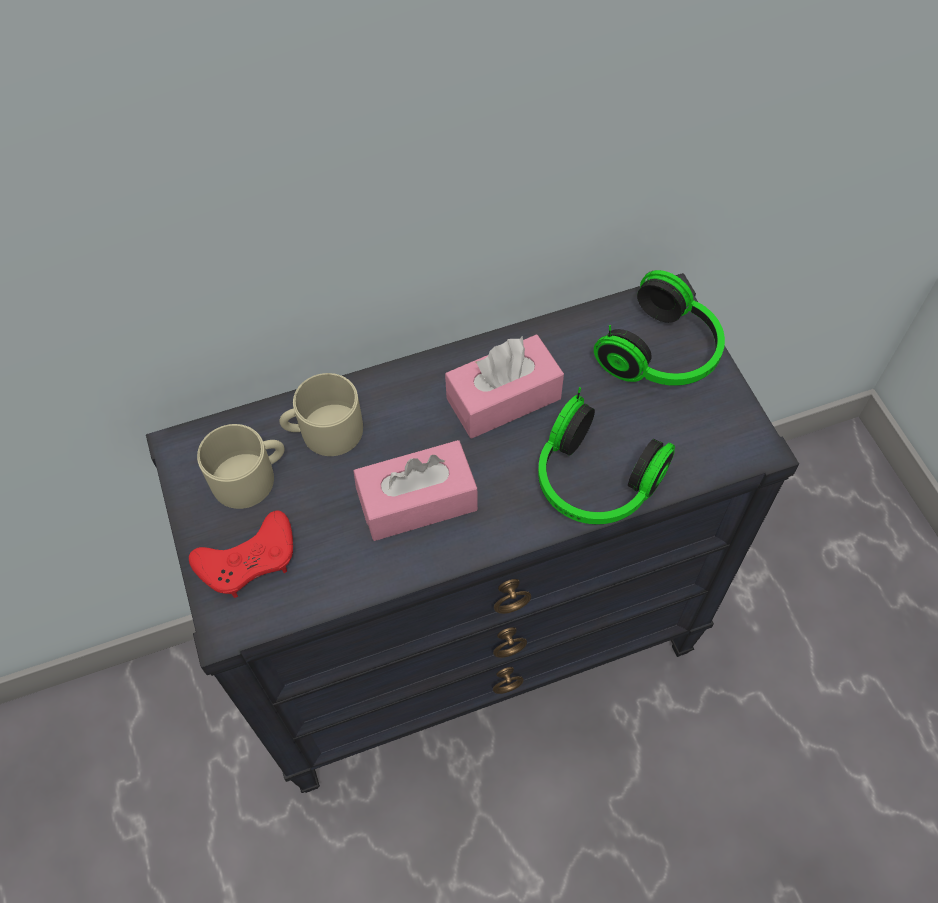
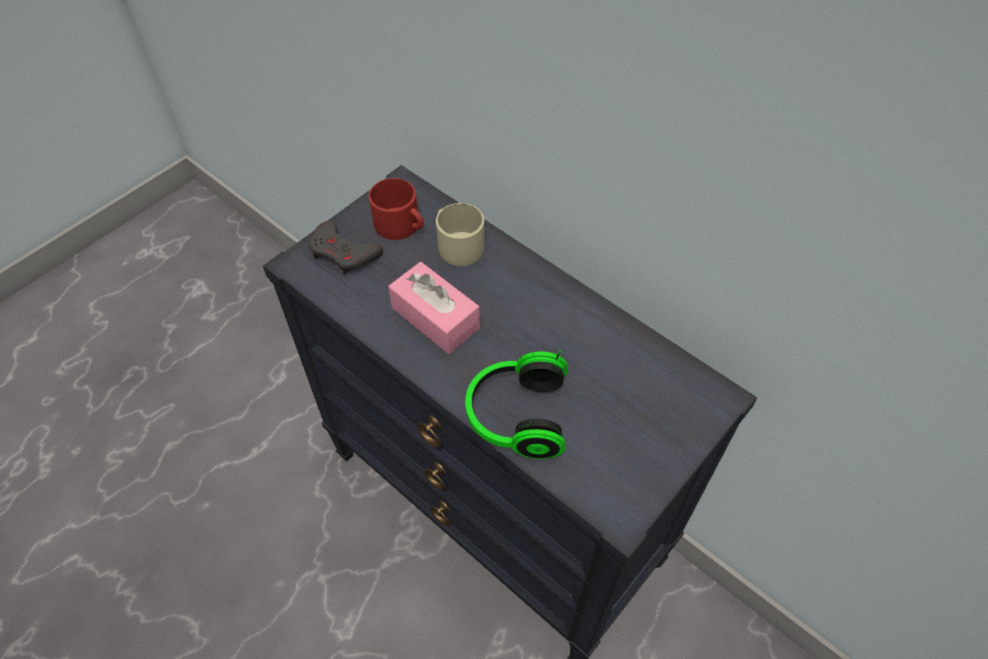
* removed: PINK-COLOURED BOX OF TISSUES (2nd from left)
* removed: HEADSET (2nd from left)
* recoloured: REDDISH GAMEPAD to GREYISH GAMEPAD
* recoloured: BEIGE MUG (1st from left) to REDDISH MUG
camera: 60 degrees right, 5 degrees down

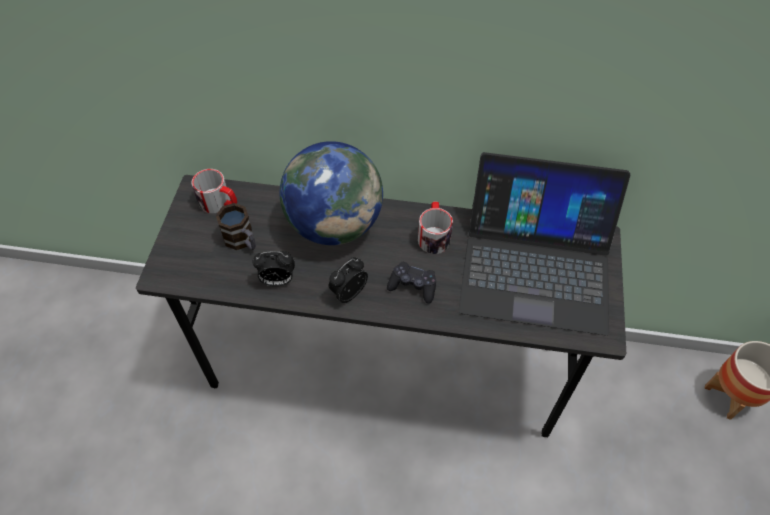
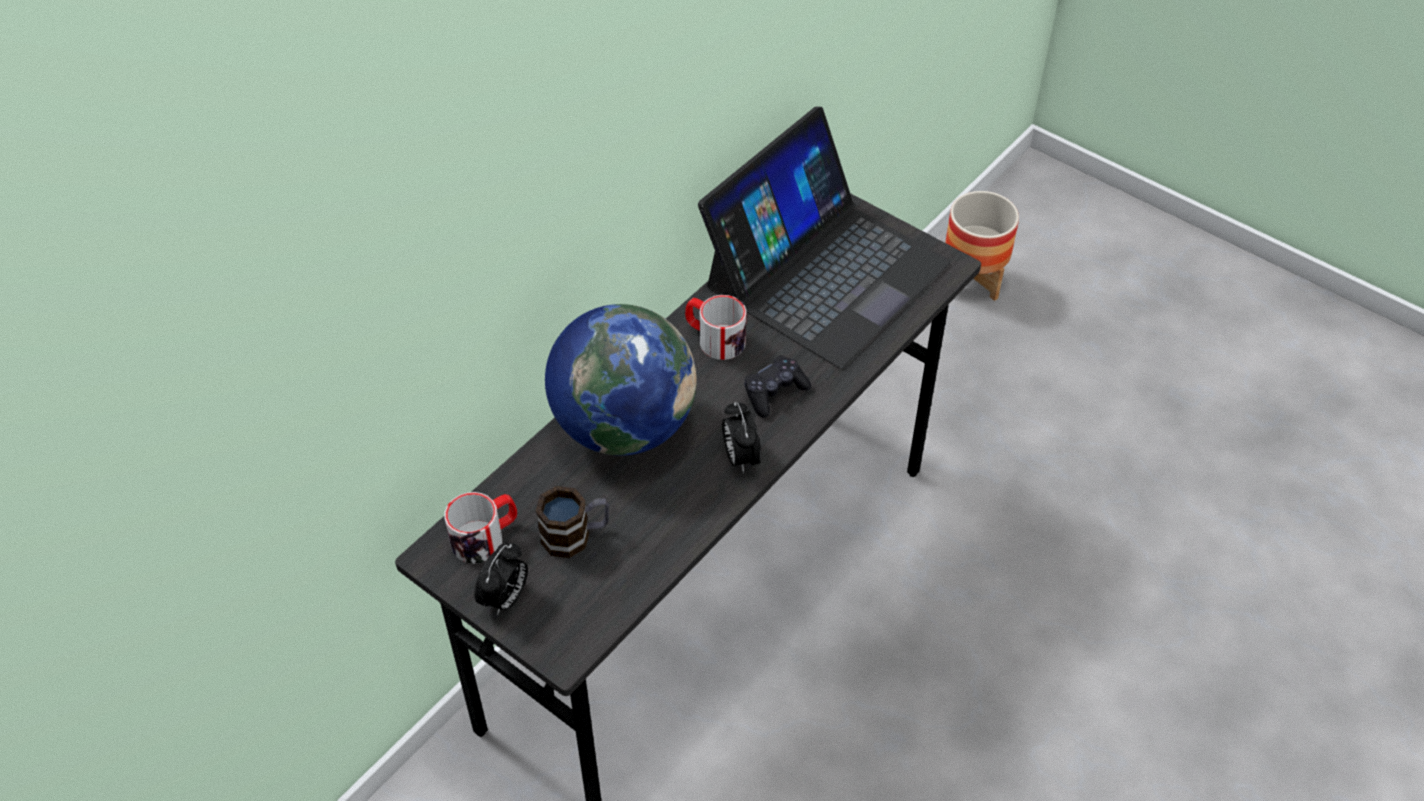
* moved: ALARM CLOCK (1st from left)
camera: 60 degrees left, 5 degrees down

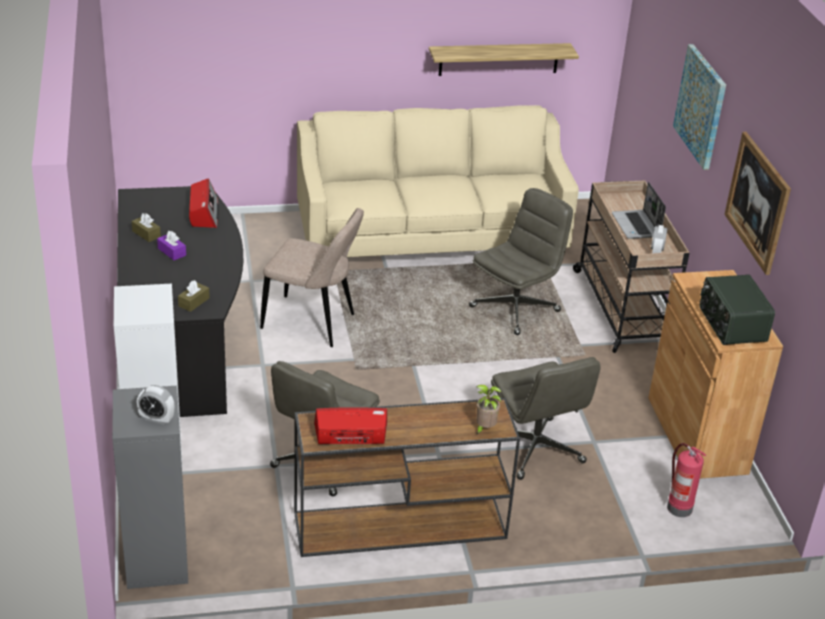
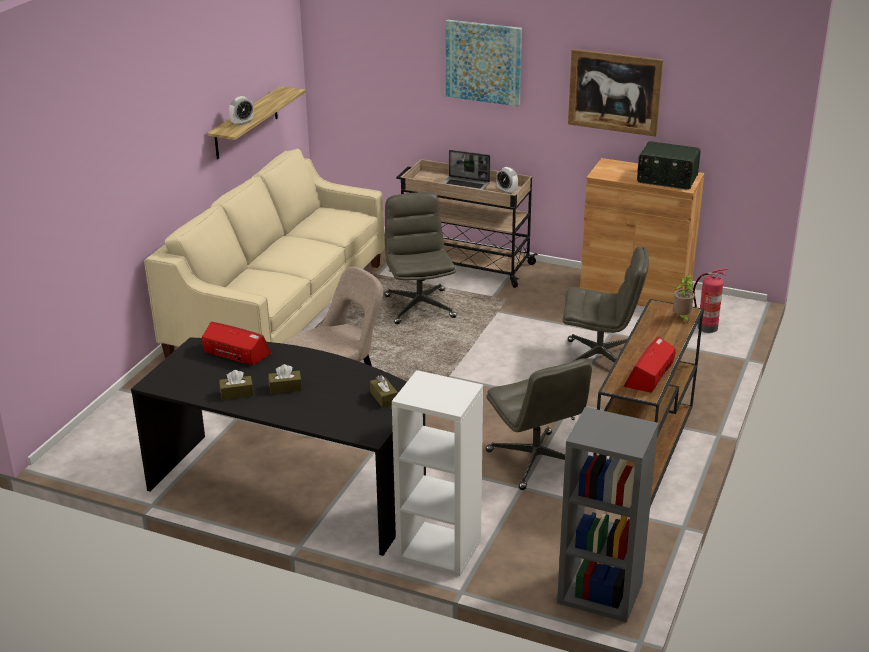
* moved: ALARM CLOCK (1st from left)
* recoloured: PURPLE BOX OF TISSUES to BROWNISH BOX OF TISSUES (2nd from left)
camera: 55 degrees left, 5 degrees down

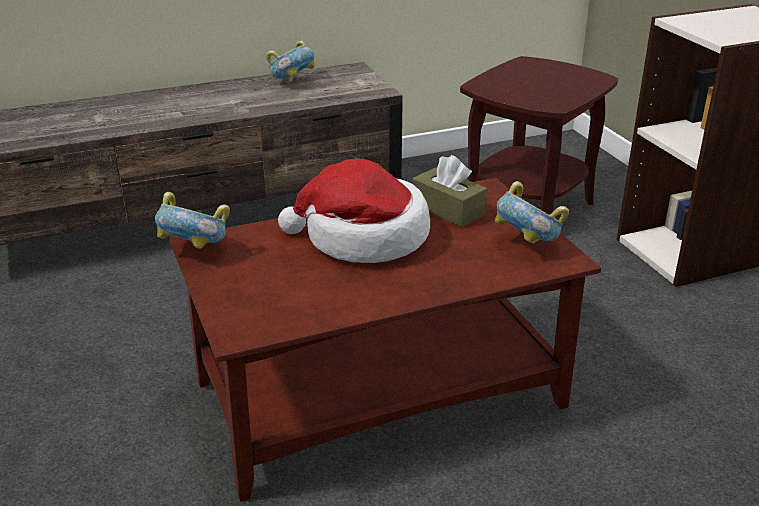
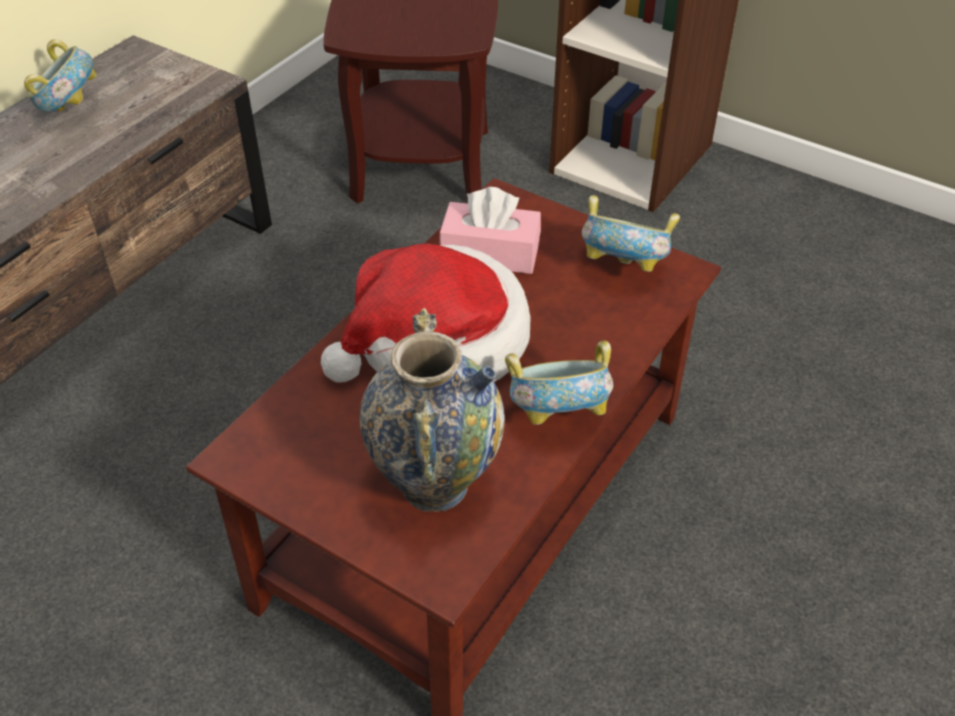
* added: DECORATIVE VASE
* moved: SERVING BOWL (1st from left in the first image) to SERVING BOWL (2nd from left)
* recoloured: BROWNISH BOX OF TISSUES to PINK-COLOURED BOX OF TISSUES
camera: 35 degrees left, 15 degrees up

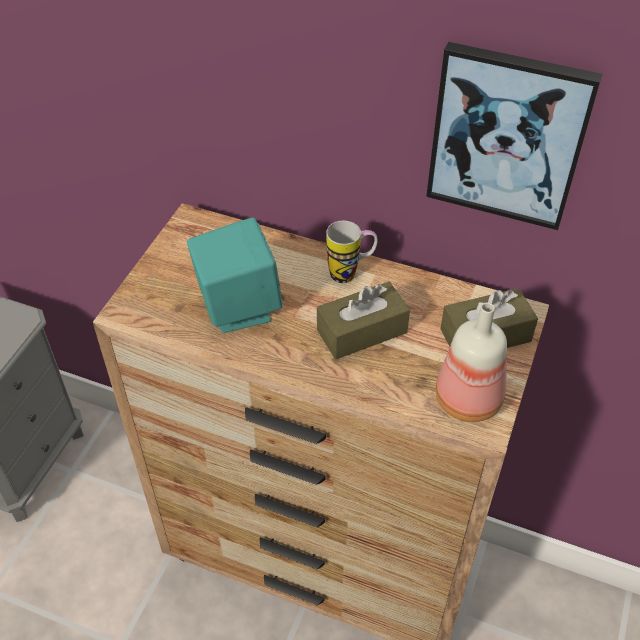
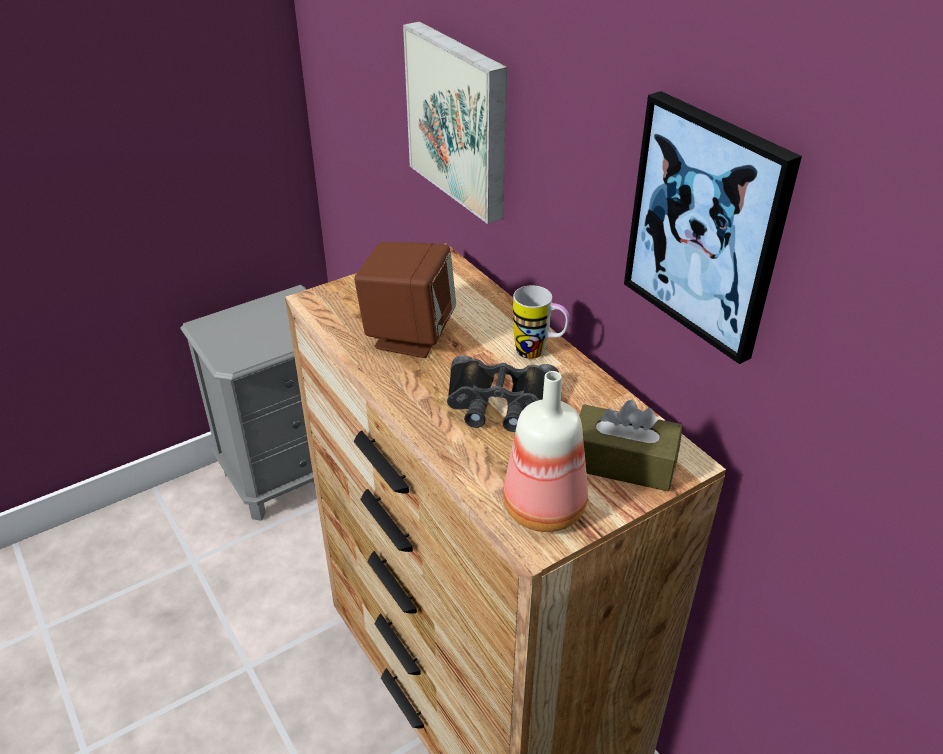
* added: WALL ART (1st from left)
* replaced: BROWNISH BOX OF TISSUES (1st from left) to BLACK-COLOURED BINOCULARS
* recoloured: TURQUOISE LOUDSPEAKER to BROWNISH LOUDSPEAKER
camera: 35 degrees right, 10 degrees down

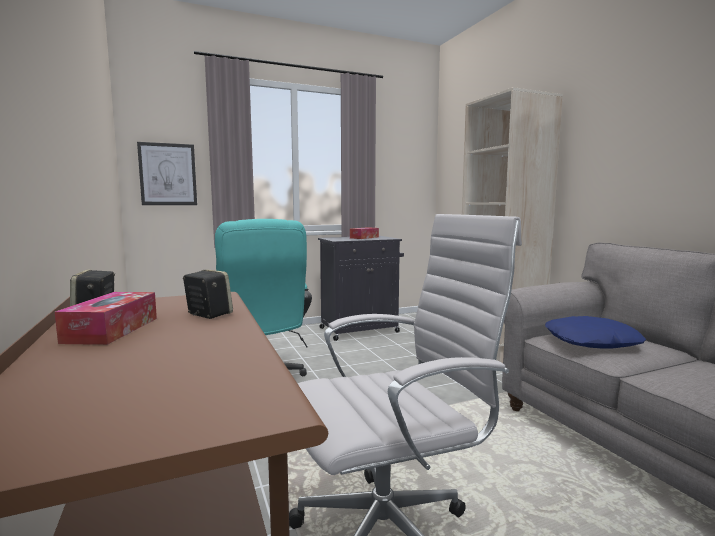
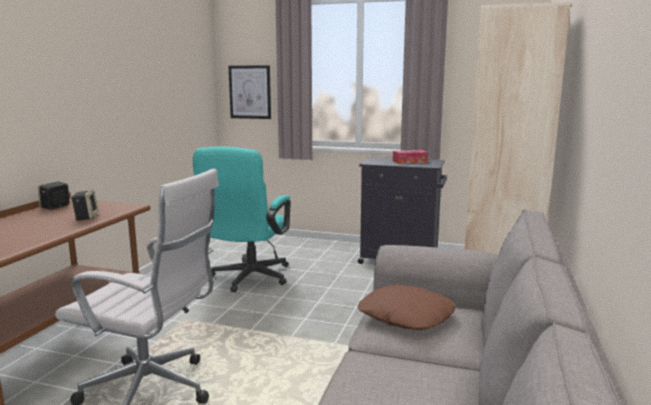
* removed: BOX OF TISSUES (1st from left)
* recoloured: BLUISH PILLOW to BROWNISH PILLOW
camera: 40 degrees right, 5 degrees up

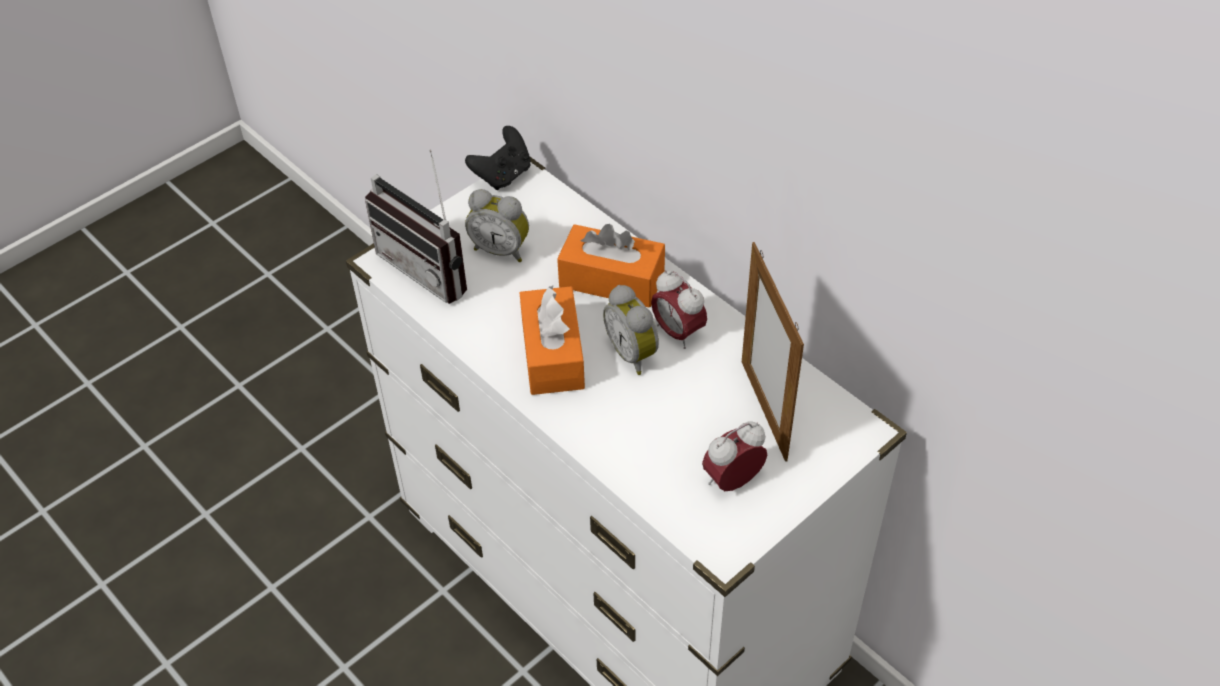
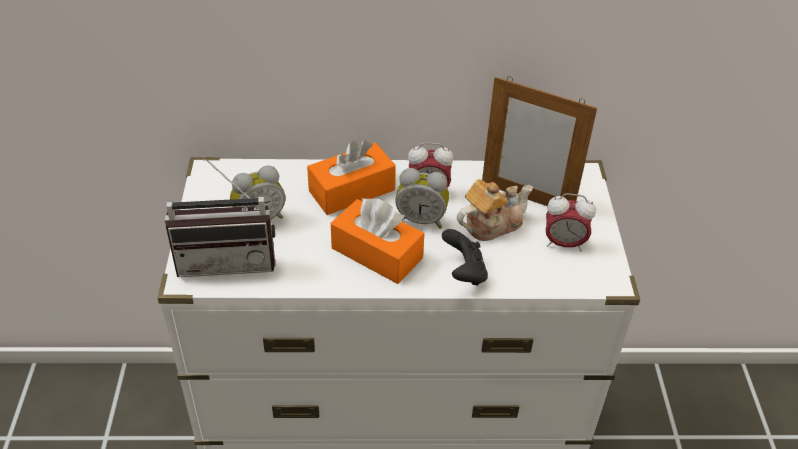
* added: POT FOR TEA
* moved: BLACK-COLOURED GAMEPAD
* turned: ALARM CLOCK (4th from left) 90 degrees counterclockwise
camera: 50 degrees left, 5 degrees down

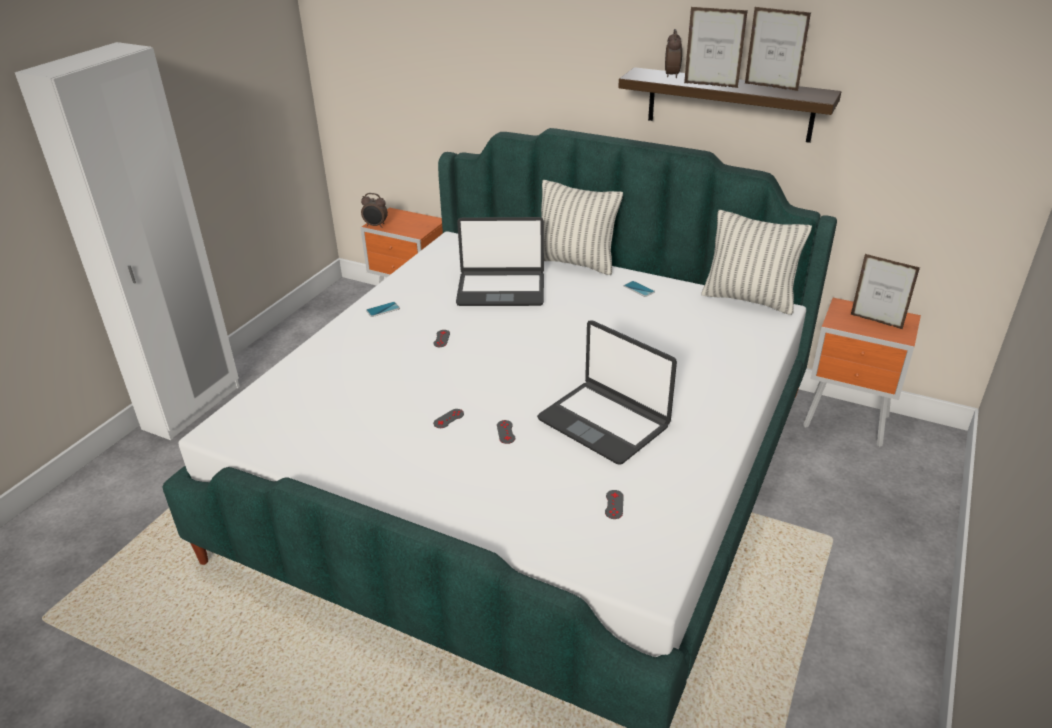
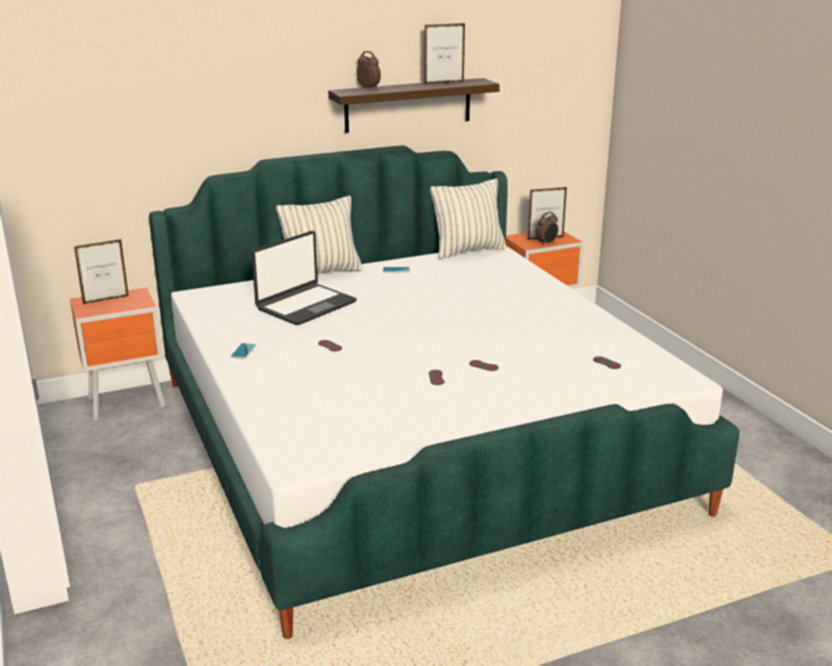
* removed: PORTABLE COMPUTER (2nd from left)
* moved: ALARM CLOCK (1st from left in the first image) to ALARM CLOCK (2nd from left)
* moved: PHOTO FRAME (1st from left)
camera: 50 degrees left, 10 degrees down

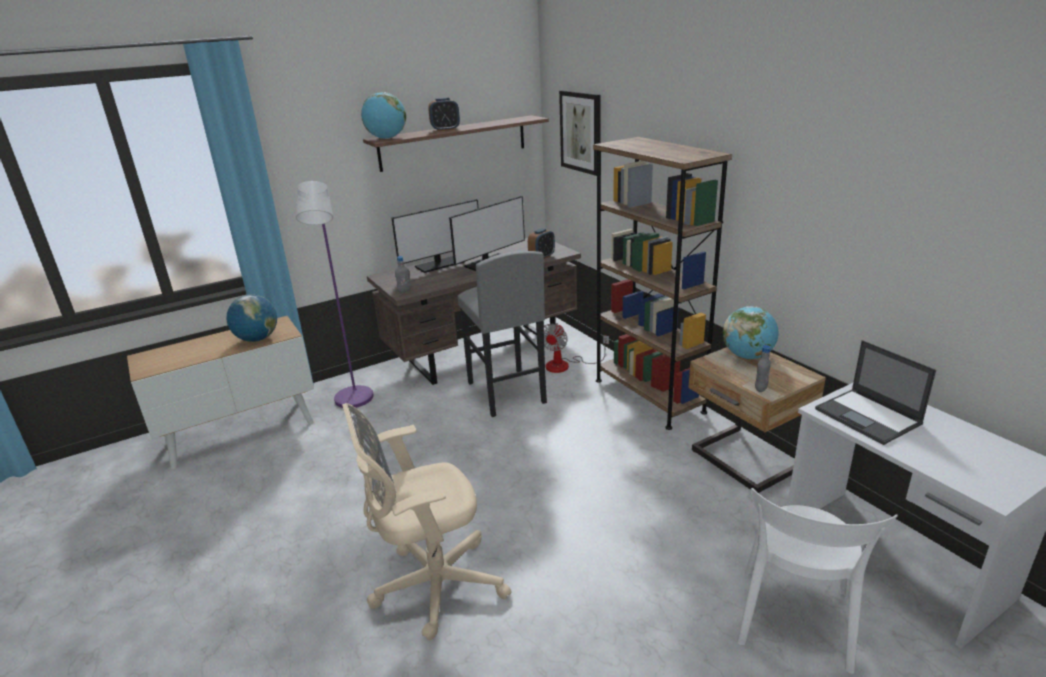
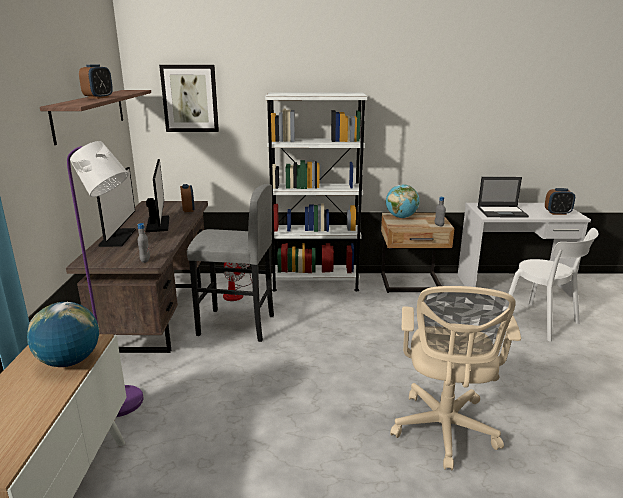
* removed: WORLD GLOBE (2nd from left)
* added: ALARM CLOCK (3rd from left)
* recoloured: BROWNISH BOOKCASE to WHITE BOOKCASE
camera: 60 degrees left, 5 degrees down

